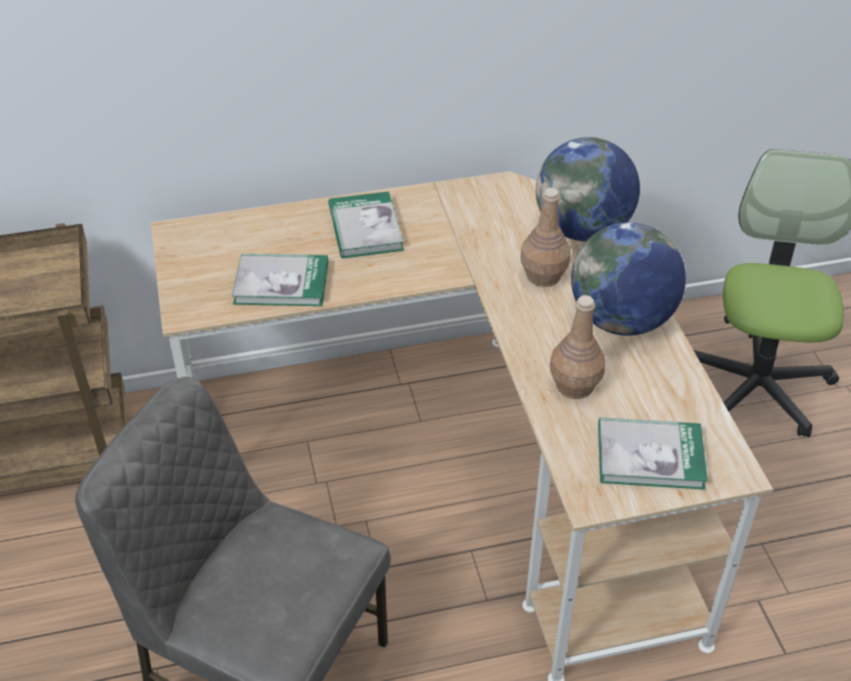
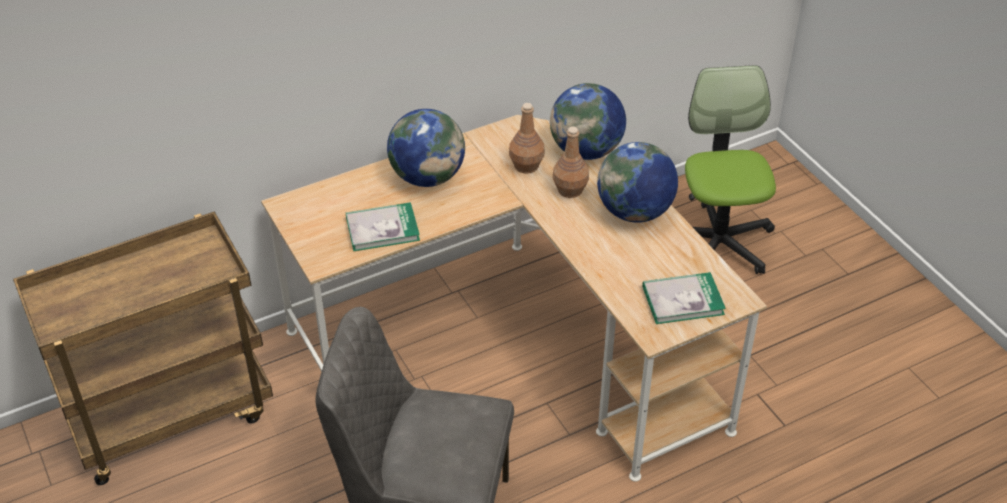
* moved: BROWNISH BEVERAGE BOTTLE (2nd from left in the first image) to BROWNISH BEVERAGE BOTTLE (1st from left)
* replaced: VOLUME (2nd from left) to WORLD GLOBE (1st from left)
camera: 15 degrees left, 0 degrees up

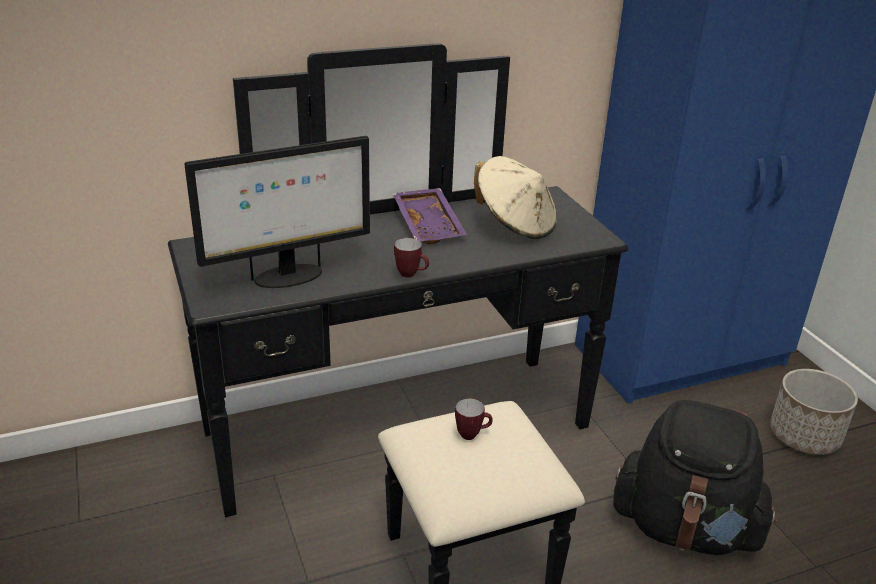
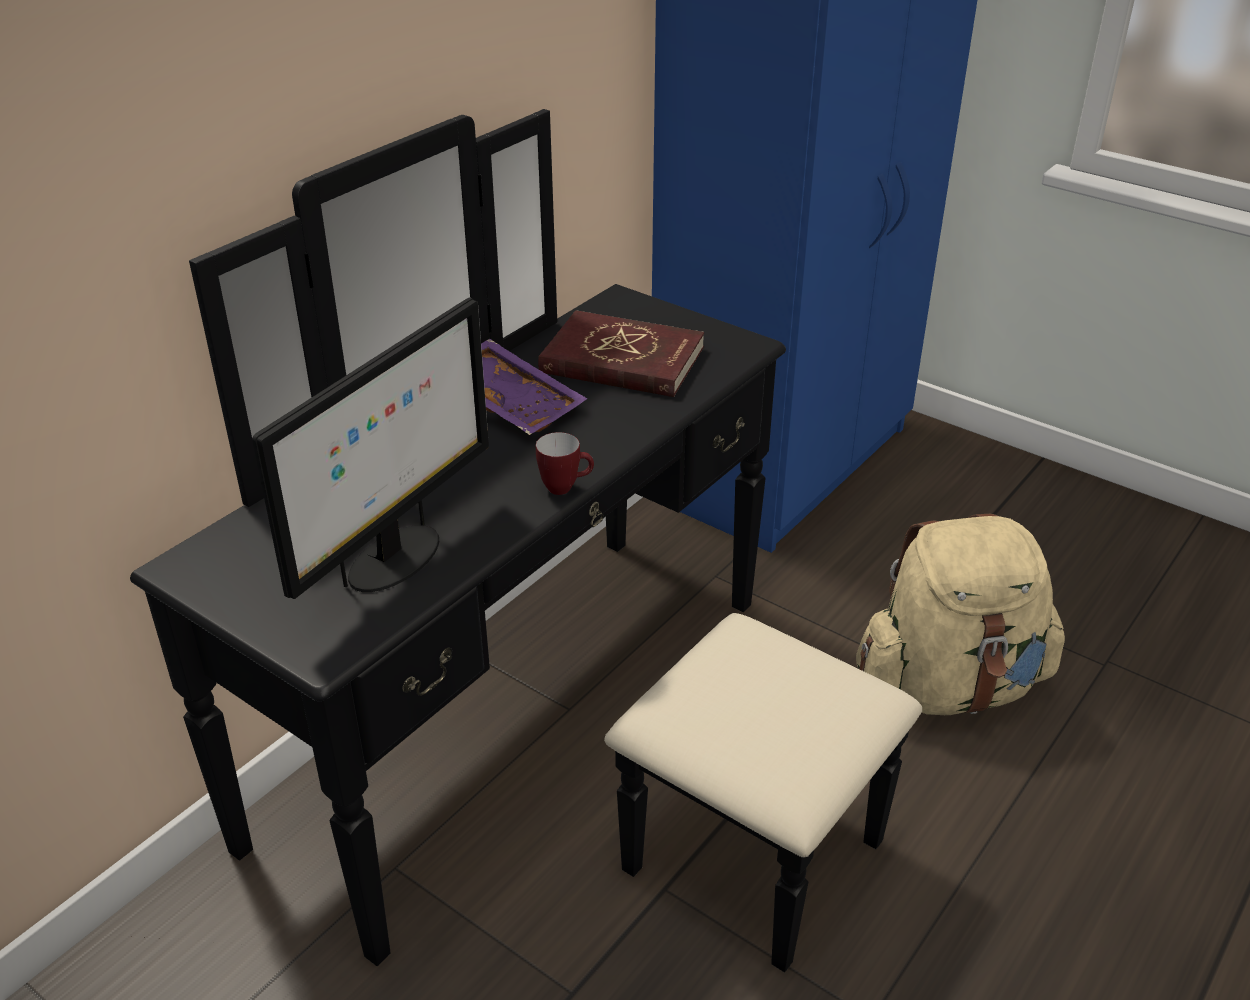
* removed: MUG (2nd from left)
* removed: PLANT POT
* replaced: BEIGE CLOTHING HAT to REDDISH VOLUME
* recoloured: BLACK-COLOURED BACKPACK to BEIGE BACKPACK
camera: 30 degrees left, 5 degrees up

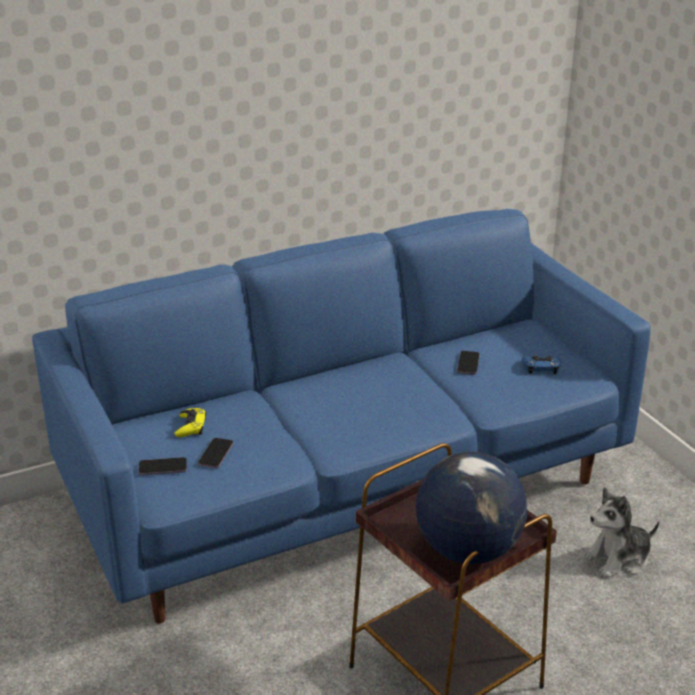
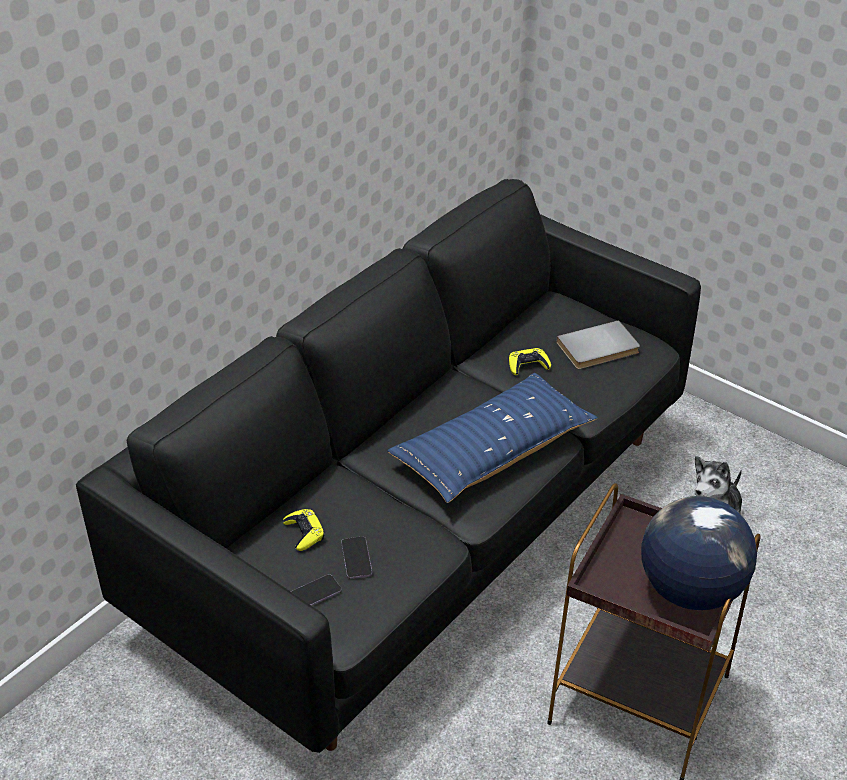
* added: BLUISH PILLOW
* replaced: TELEPHONE (3rd from left) to YELLOW GAMEPAD (2nd from left)
* replaced: BLUISH GAMEPAD to GREYISH VOLUME
* recoloured: BLUISH SOFA to BLACK-COLOURED SOFA
camera: 25 degrees left, 10 degrees up

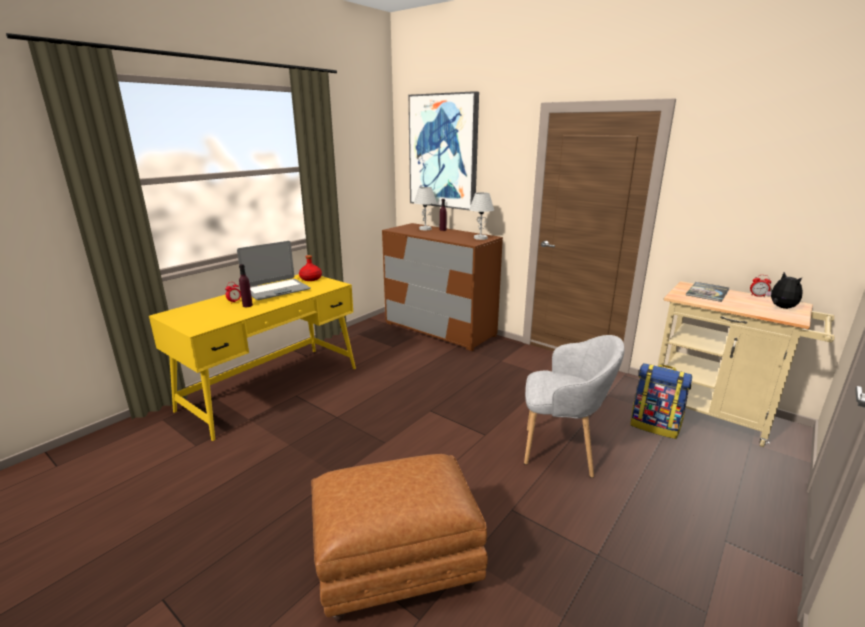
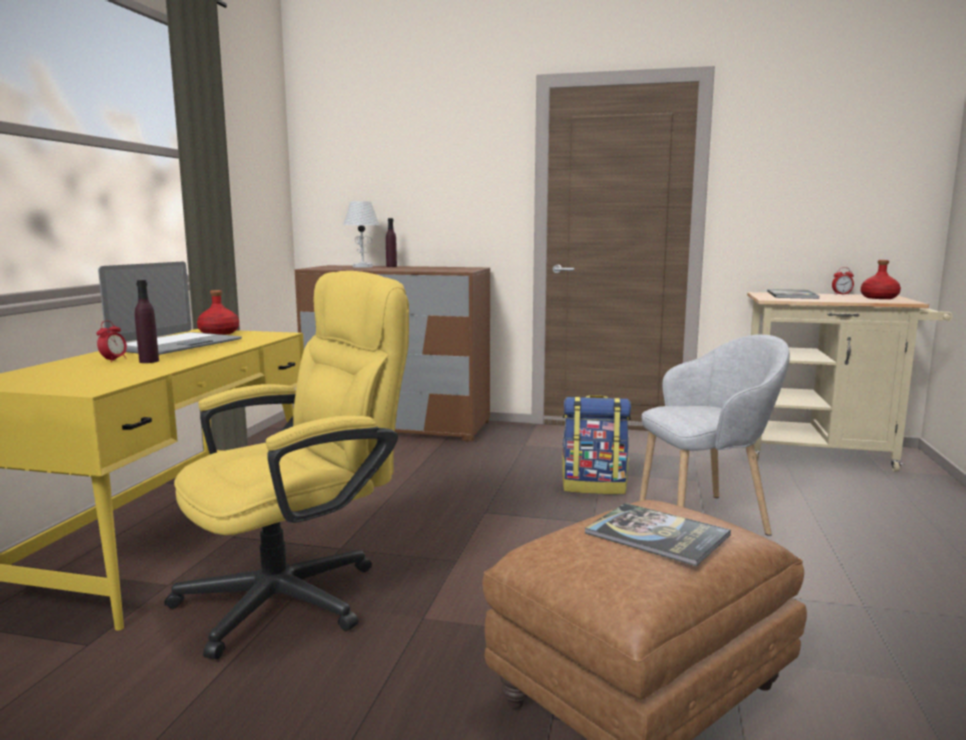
* removed: WALL ART
* removed: WHITE TABLETOP LAMP (2nd from left)
* added: YELLOW DESK CHAIR
* added: VOLUME (1st from left)
* moved: BACKPACK
* replaced: CUDDLY TOY to REDDISH BEVERAGE BOTTLE (2nd from left)
camera: 25 degrees left, 10 degrees down

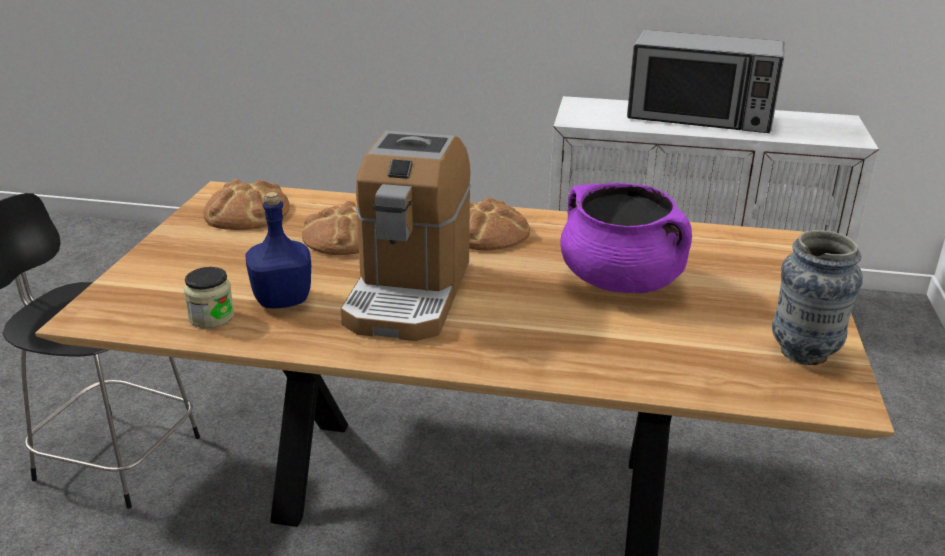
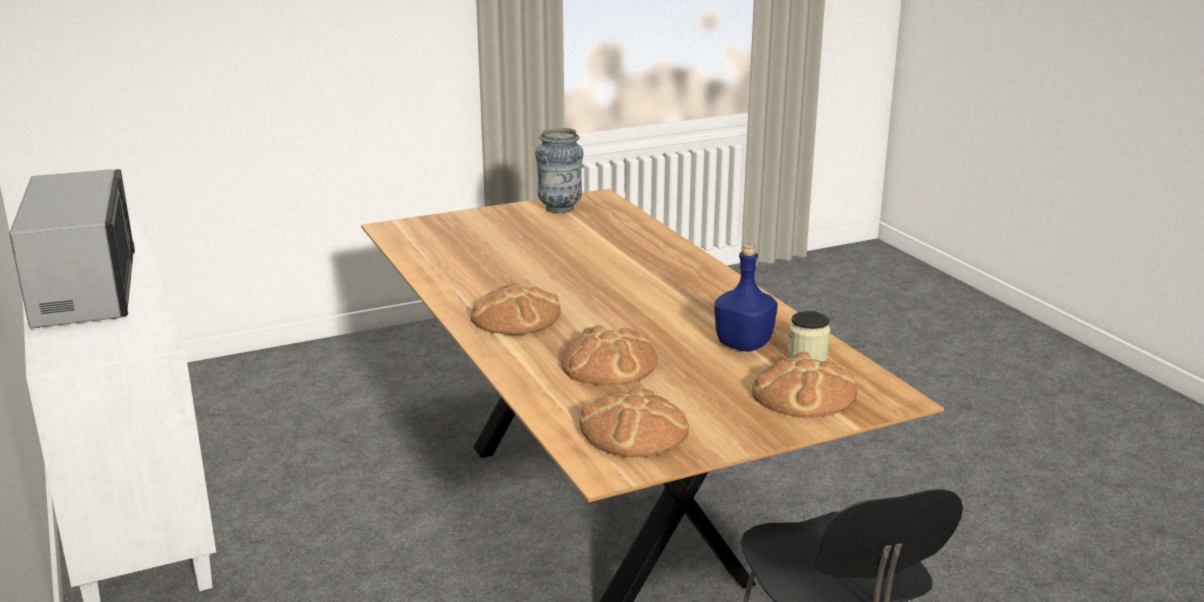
* removed: COFFEE BREWER
* removed: PURPLE COOKING POT
* added: BAKERY BREAD (4th from left)
camera: 125 degrees left, 5 degrees down

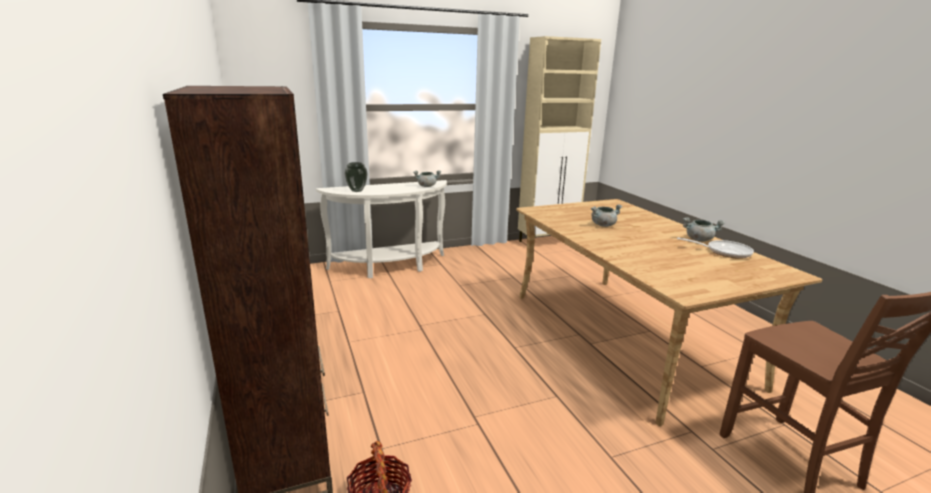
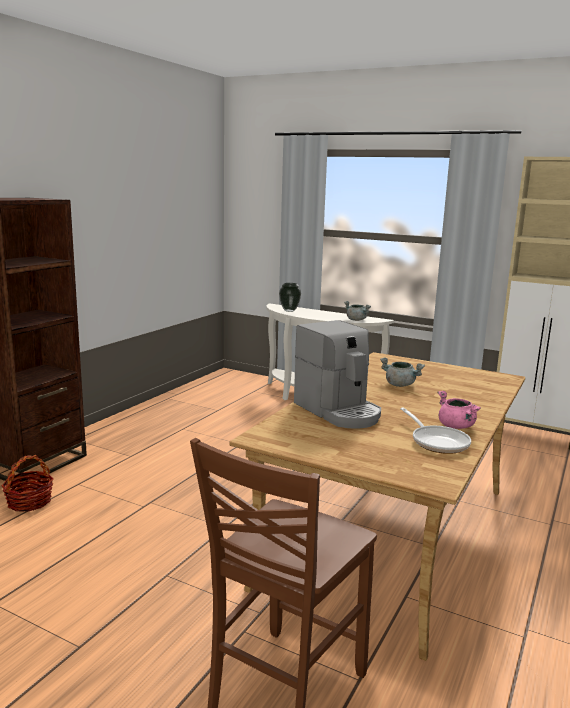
* added: COFFEE BREWER
* recoloured: GREYISH COOKING POT (3rd from left) to PINK-COLOURED COOKING POT
camera: 50 degrees right, 5 degrees down

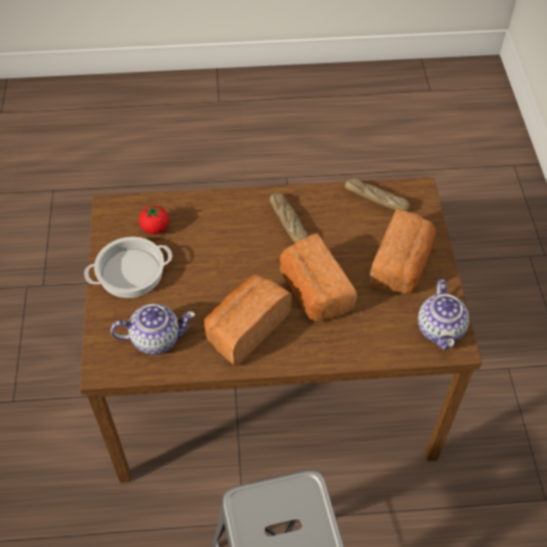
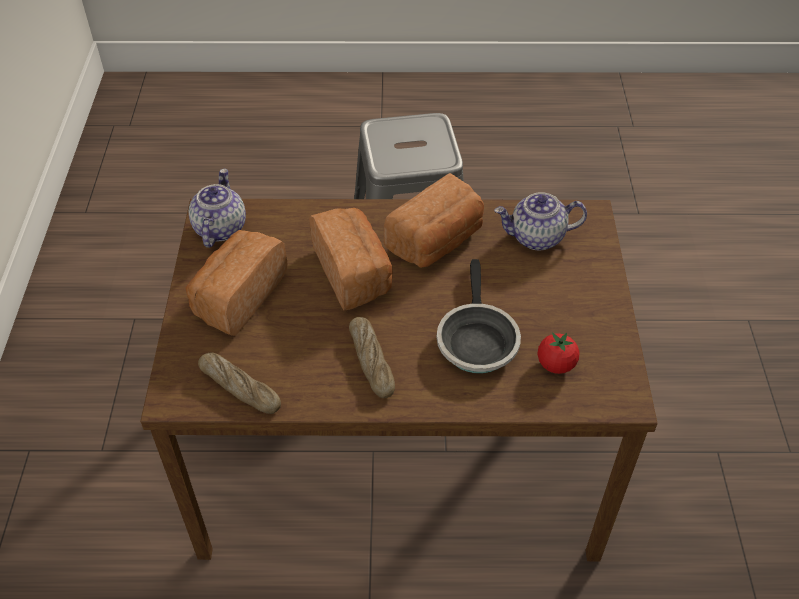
* removed: COOKING POT
* added: SKILLET
camera: 175 degrees left, 5 degrees down

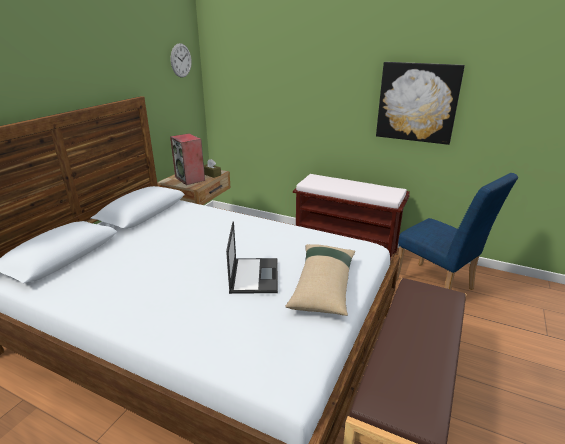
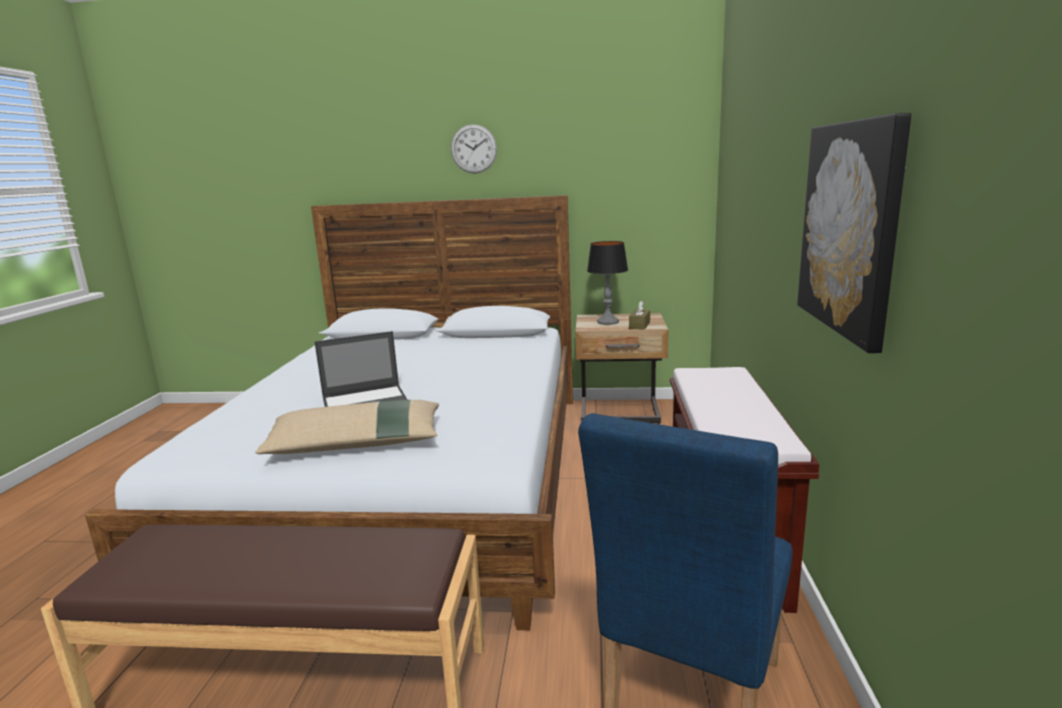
* moved: HANGING CLOCK
* replaced: LOUDSPEAKER to TABLETOP LAMP
camera: 70 degrees right, 10 degrees down

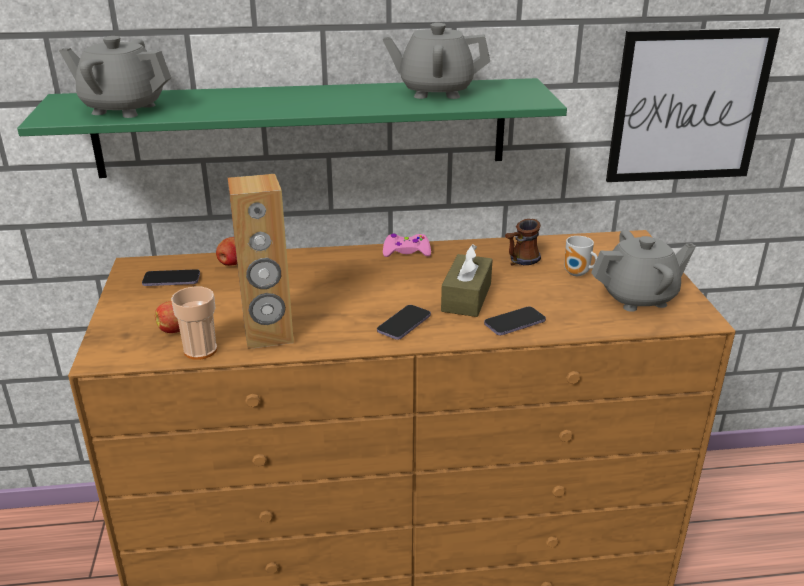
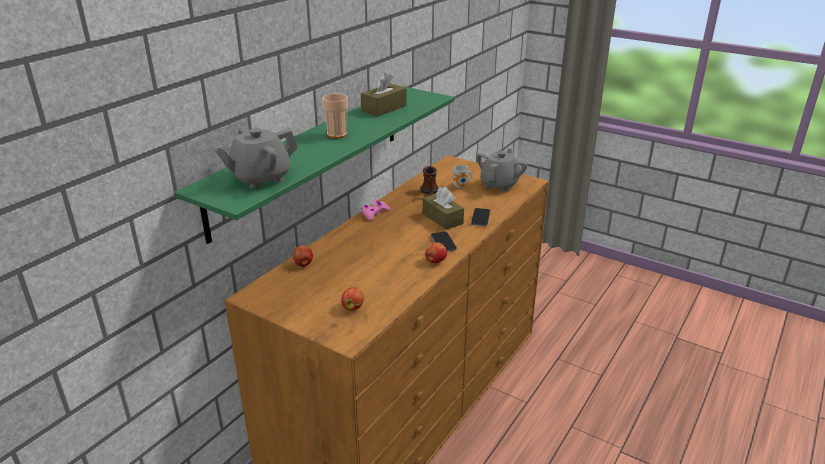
* removed: TELEPHONE (1st from left)
* removed: BROWNISH LOUDSPEAKER
* removed: WALL ART
* added: WHOLE APPLE (3rd from left)
* moved: SMALL CUP
* replaced: GREYISH POT FOR TEA (2nd from left) to BROWNISH BOX OF TISSUES (1st from left)
camera: 50 degrees left, 0 degrees up

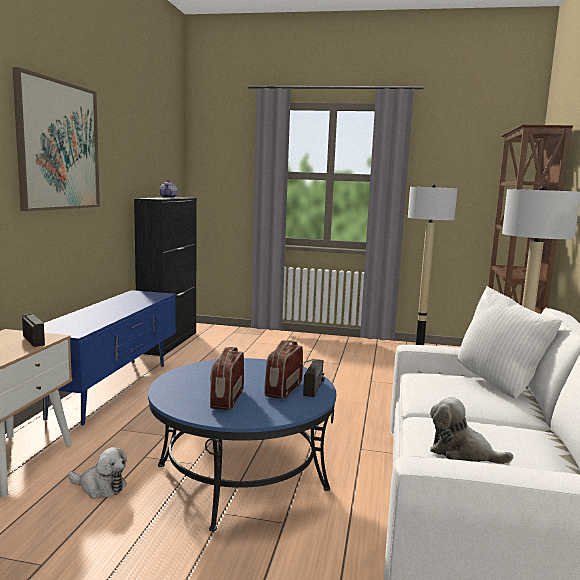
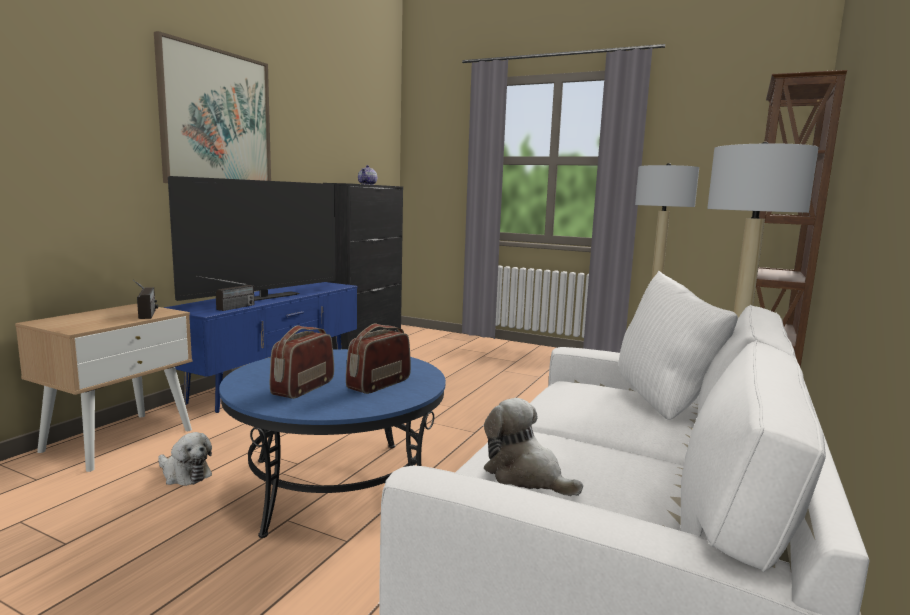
* added: TELEVISION
* moved: RADIO (4th from left in the first image) to RADIO (2nd from left)
camera: 15 degrees right, 0 degrees up

